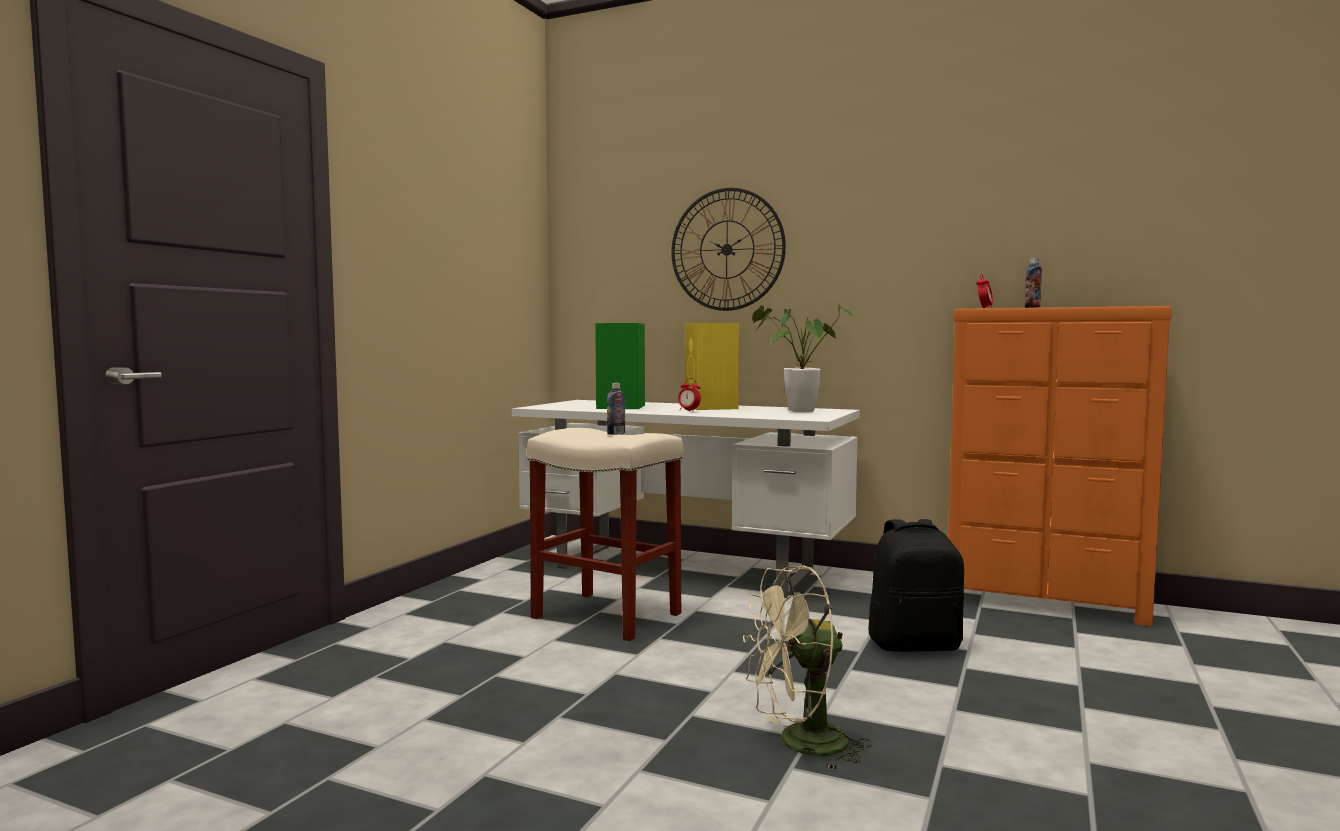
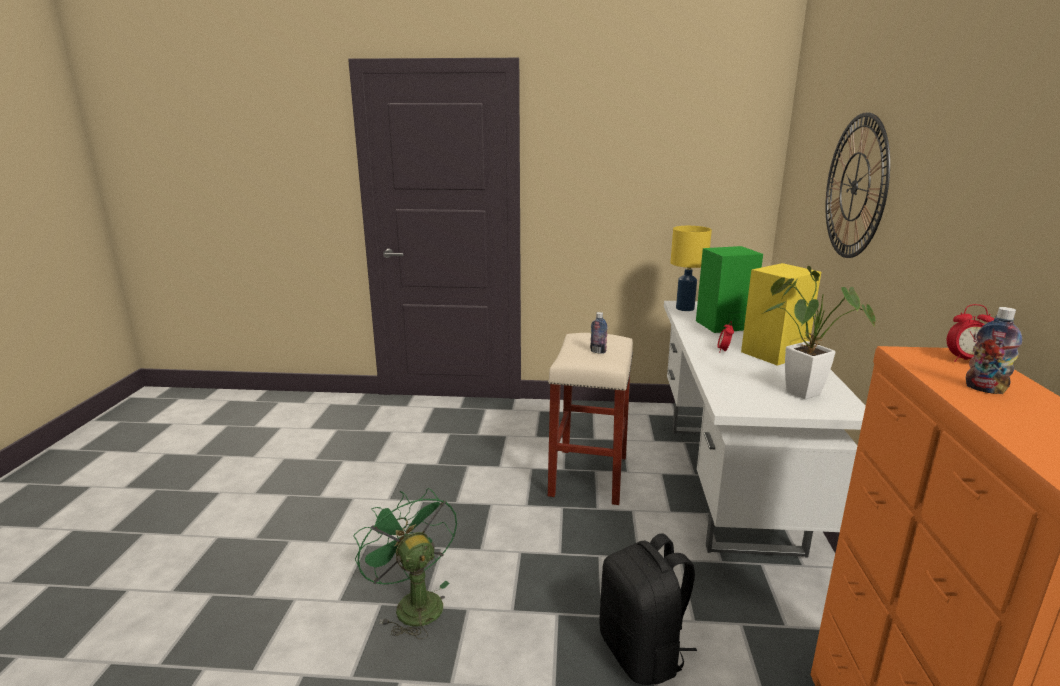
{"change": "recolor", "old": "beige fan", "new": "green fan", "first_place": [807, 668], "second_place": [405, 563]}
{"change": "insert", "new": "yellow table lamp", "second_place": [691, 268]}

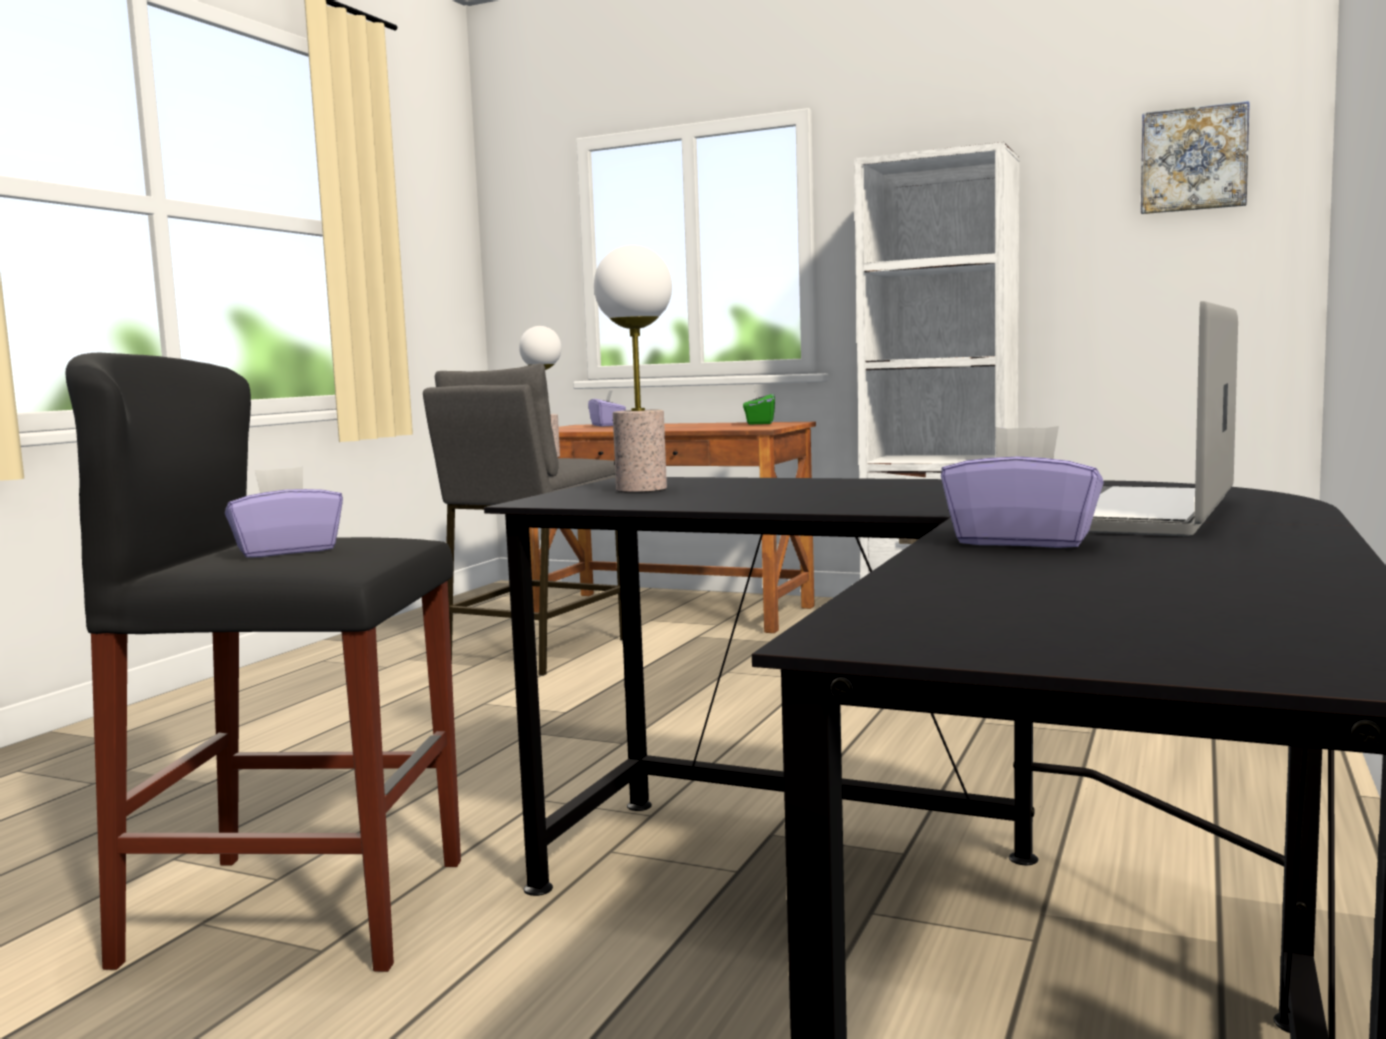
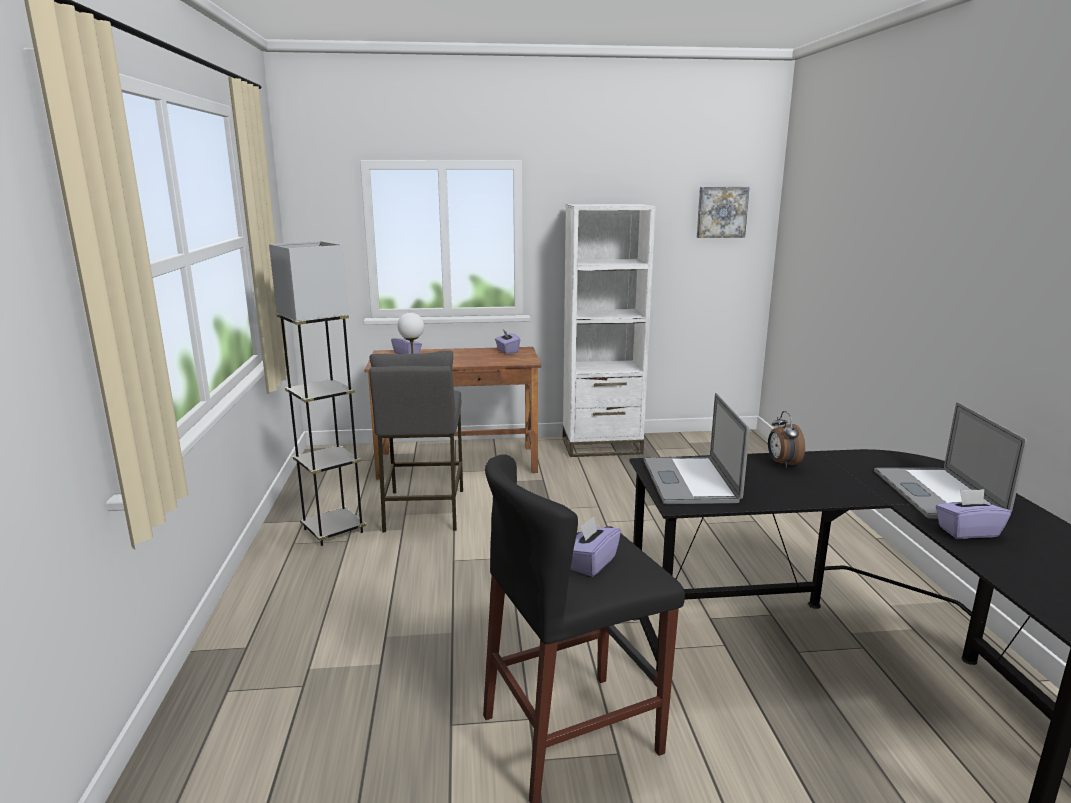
{"change": "insert", "new": "grey floor lamp", "second_place": [317, 393]}
{"change": "recolor", "old": "green tissue box", "new": "purple tissue box", "first_place": [759, 405], "second_place": [507, 342]}
{"change": "replace", "old": "table lamp", "new": "laptop", "first_place": [633, 368], "second_place": [696, 448]}
{"change": "insert", "new": "alarm clock", "second_place": [786, 439]}

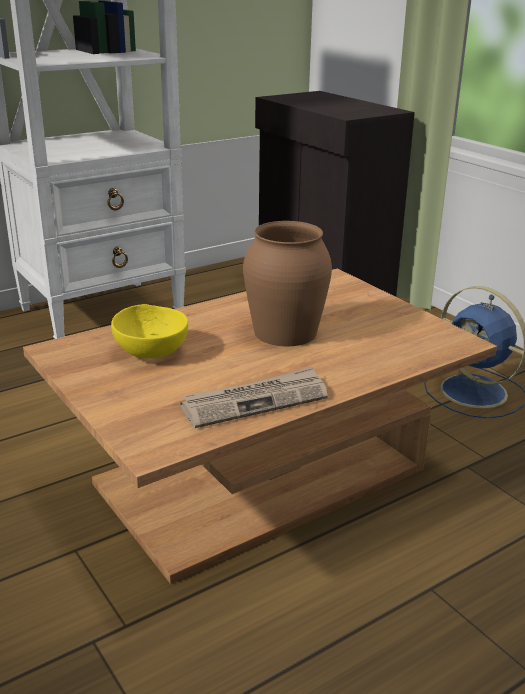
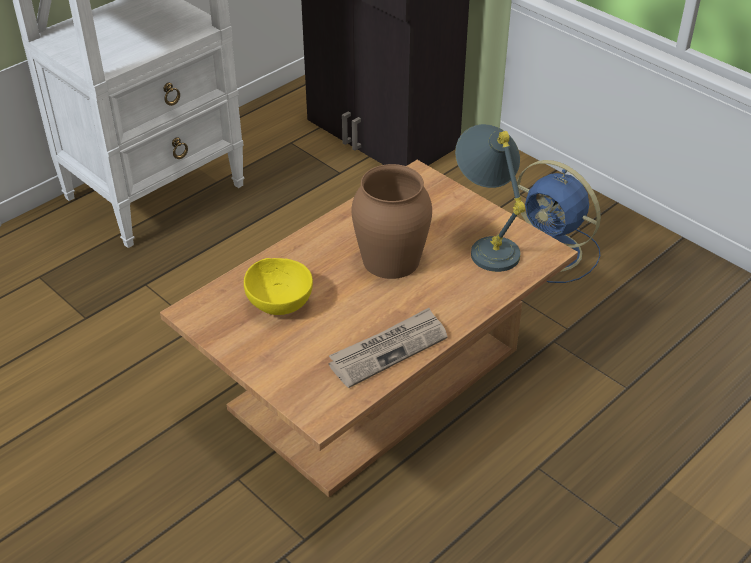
{"change": "insert", "new": "grey table lamp", "second_place": [490, 198]}

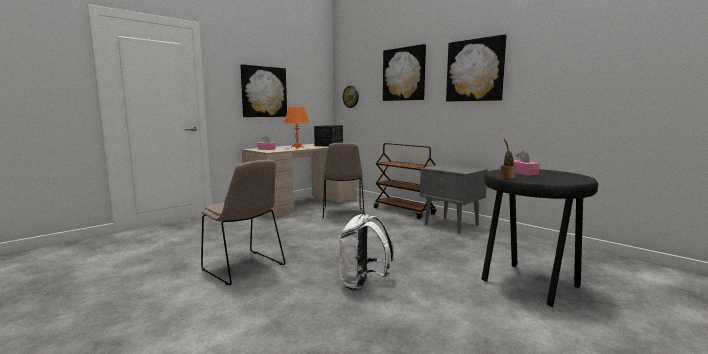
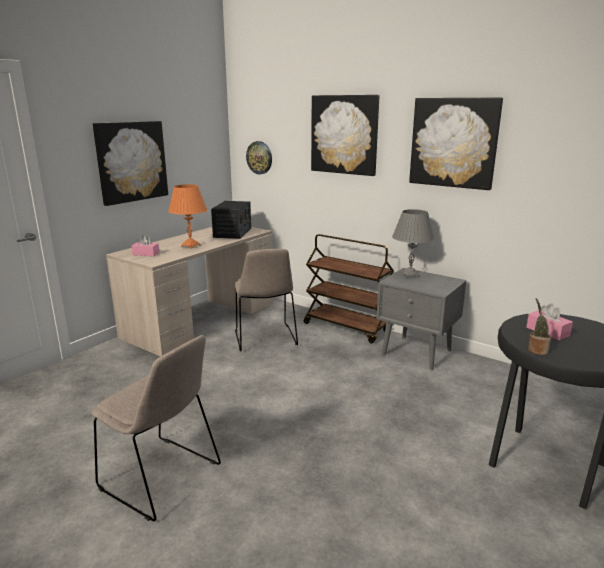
{"change": "insert", "new": "grey table lamp", "second_place": [413, 243]}
{"change": "delete", "old": "white backpack", "first_place": [366, 252]}

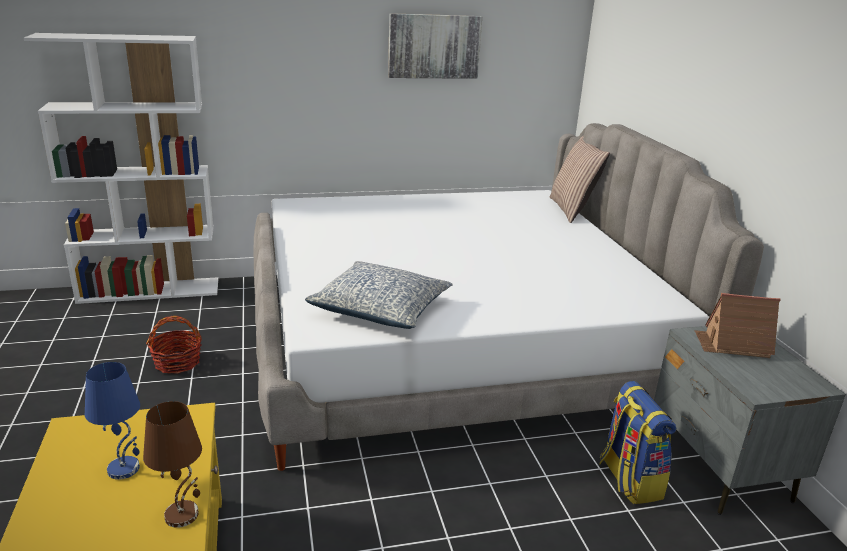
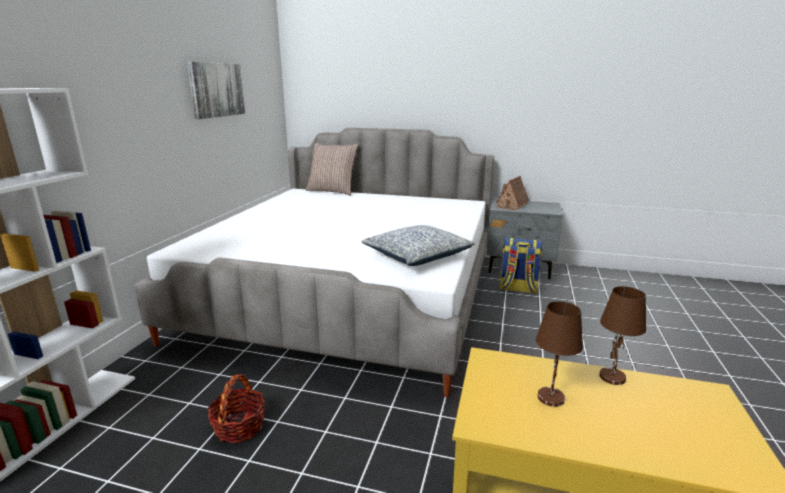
{"change": "recolor", "old": "blue table lamp", "new": "brown table lamp", "first_place": [112, 421], "second_place": [559, 354]}

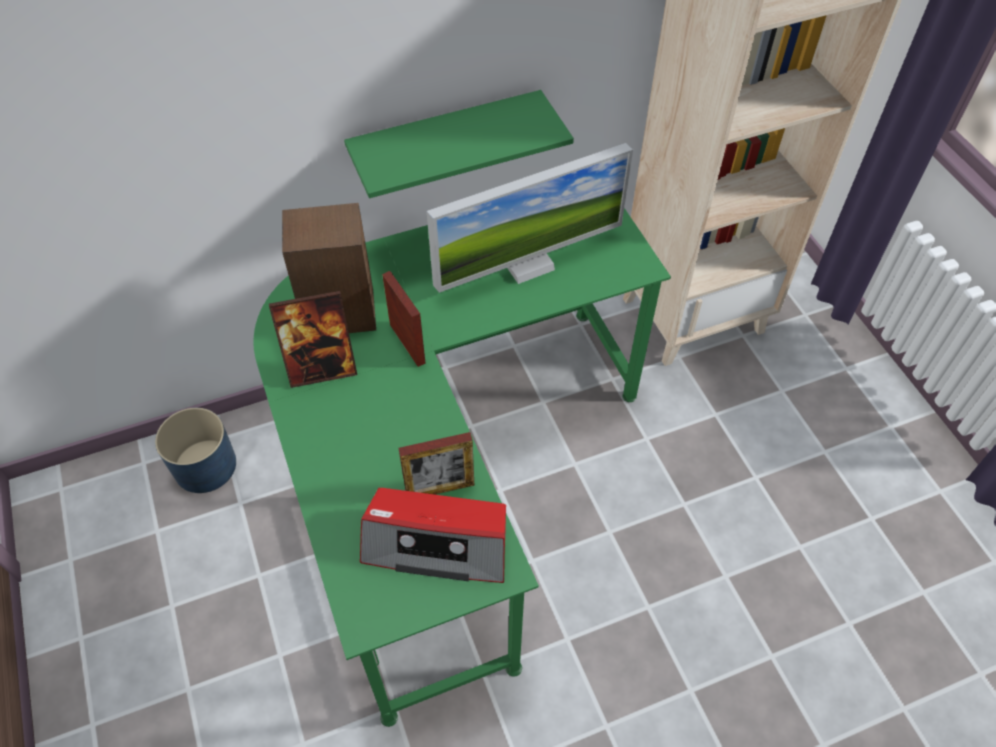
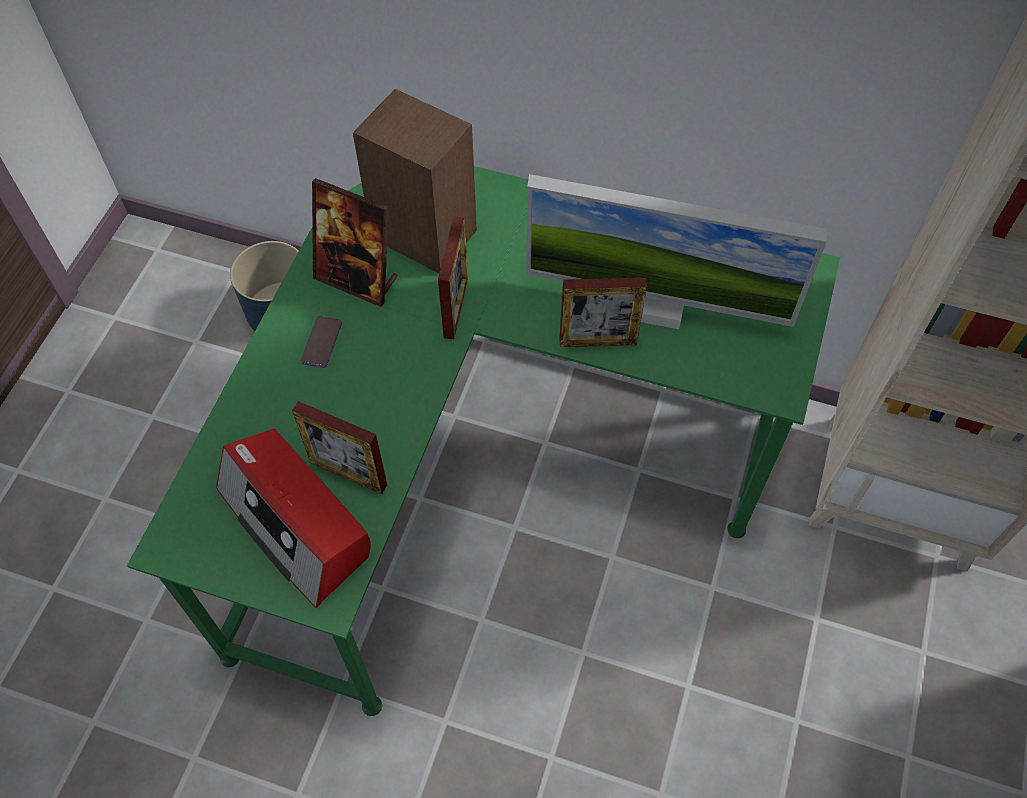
{"change": "insert", "new": "phone", "second_place": [321, 342]}
{"change": "insert", "new": "picture frame", "second_place": [603, 312]}
{"change": "delete", "old": "green shelf", "first_place": [459, 144]}

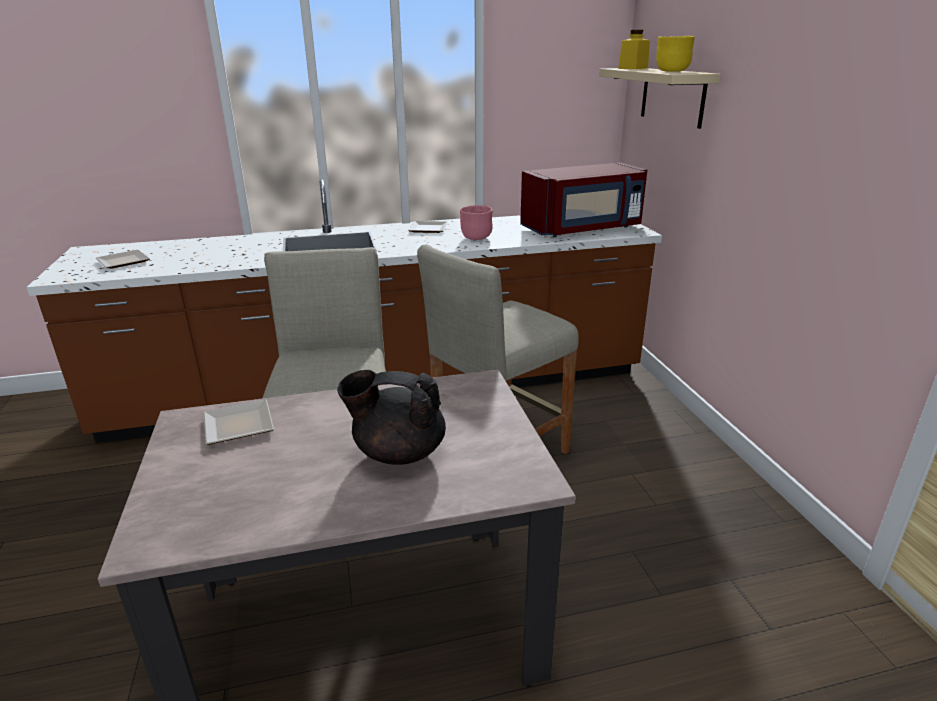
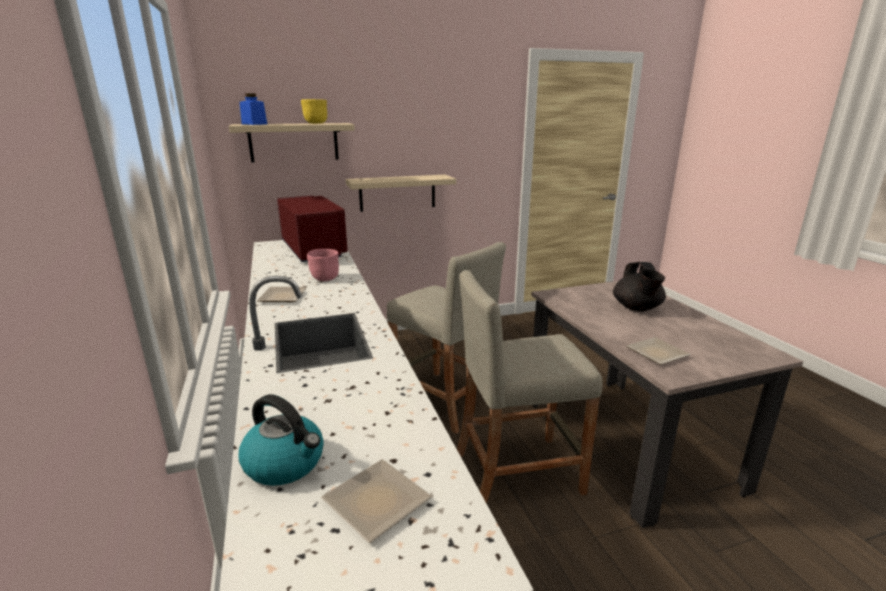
{"change": "insert", "new": "kettle", "second_place": [281, 440]}
{"change": "recolor", "old": "yellow jar", "new": "blue jar", "first_place": [634, 49], "second_place": [253, 109]}
{"change": "insert", "new": "beige shelf", "second_place": [401, 193]}

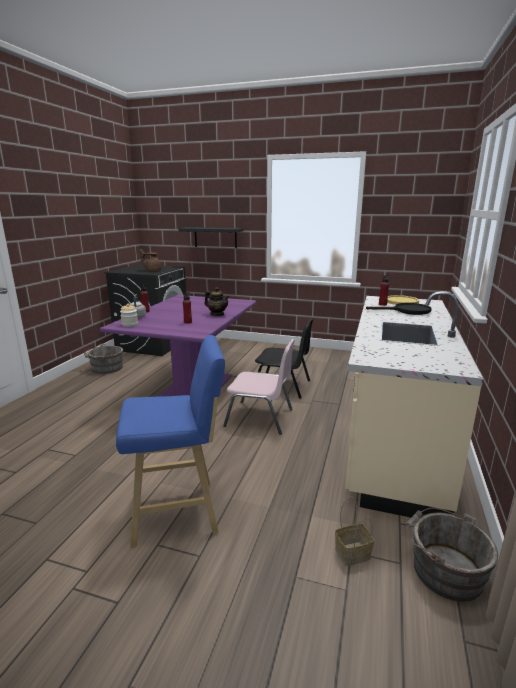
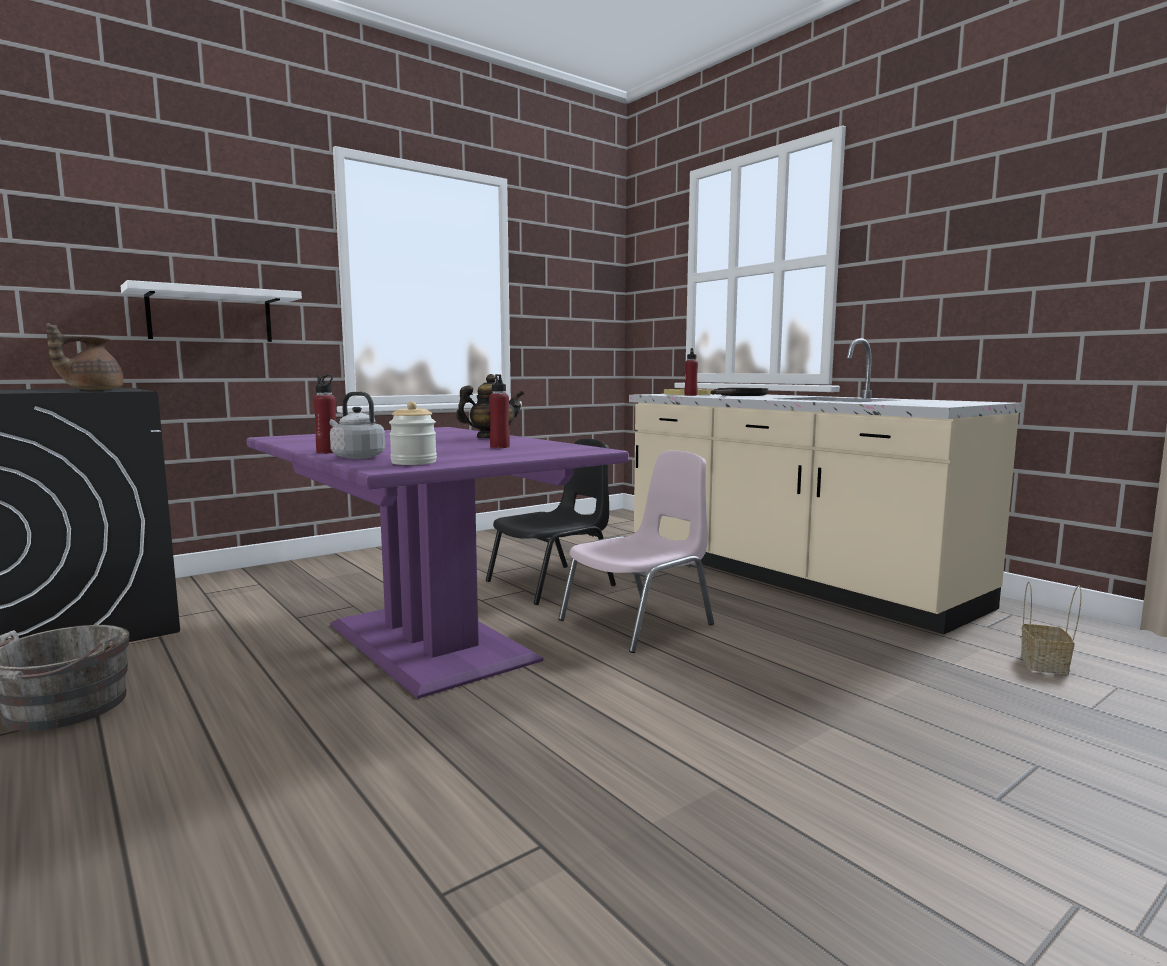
{"change": "recolor", "old": "black shelf", "new": "white shelf", "first_place": [211, 237], "second_place": [211, 311]}
{"change": "delete", "old": "blue stool", "first_place": [170, 441]}
{"change": "delete", "old": "grey bucket", "first_place": [451, 555]}

